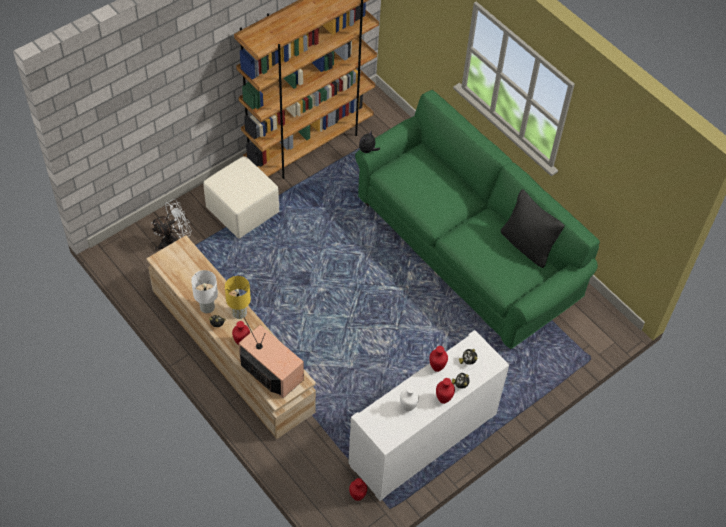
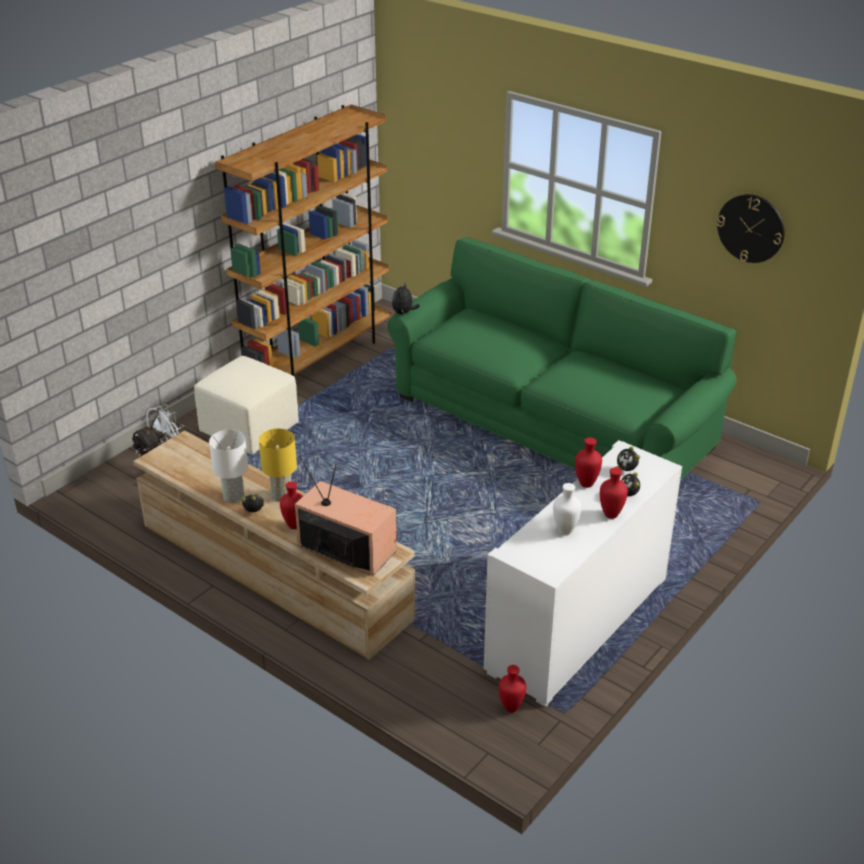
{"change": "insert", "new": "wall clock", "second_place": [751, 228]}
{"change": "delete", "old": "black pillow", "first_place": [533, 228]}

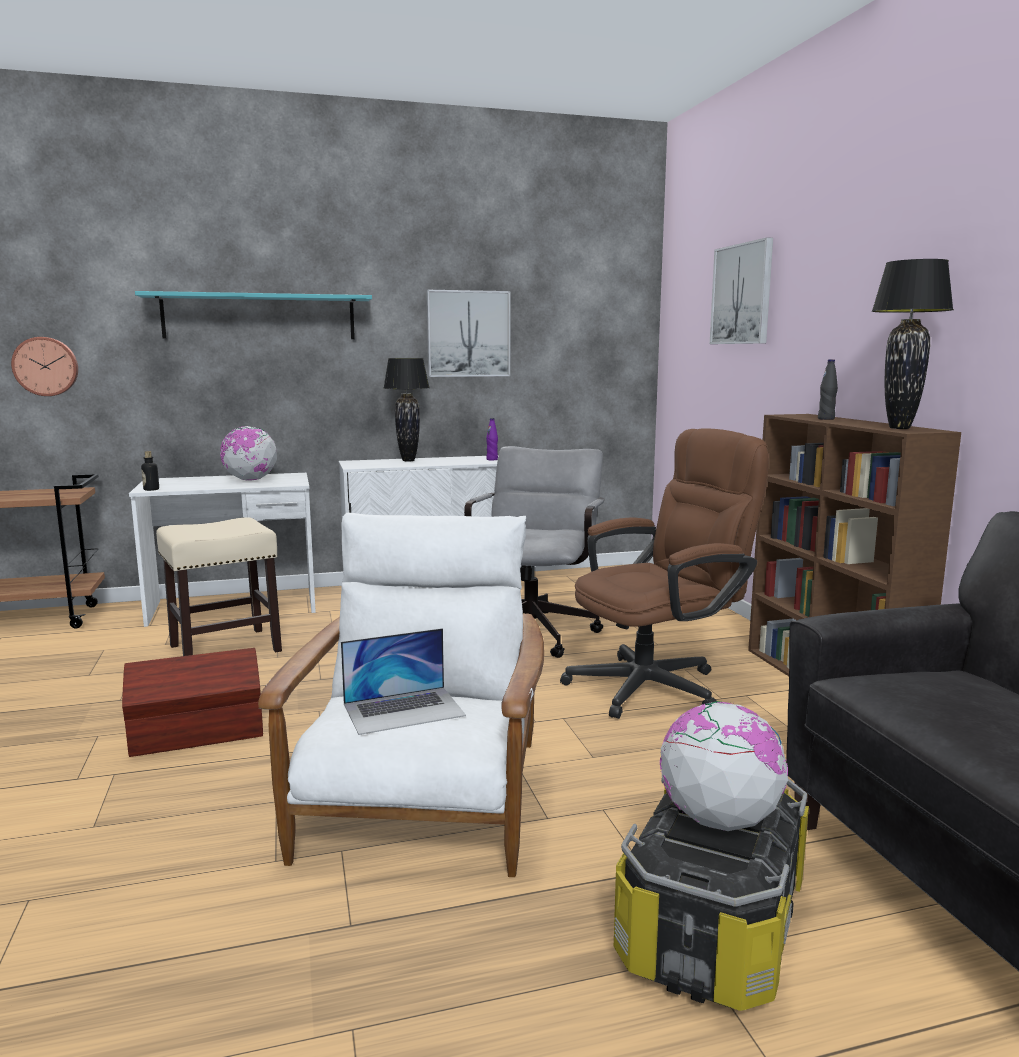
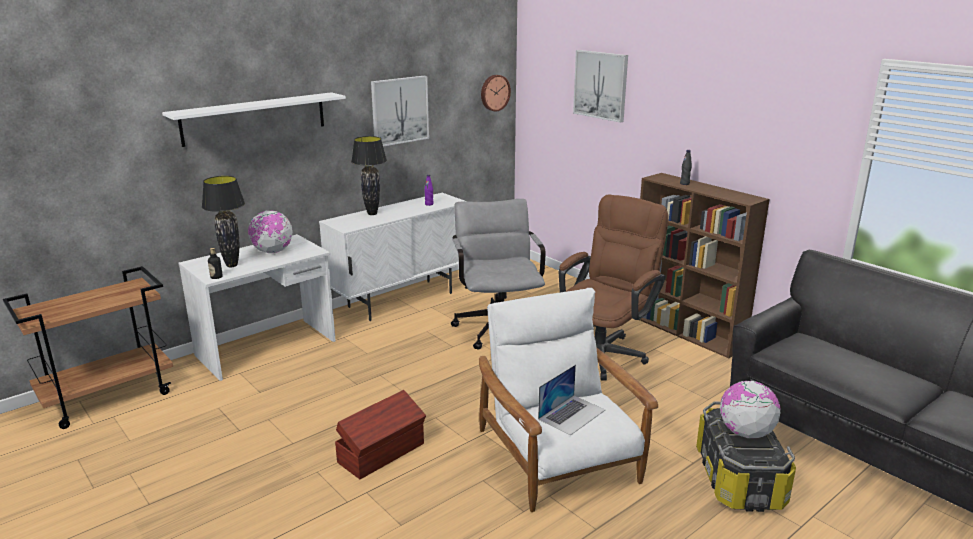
{"change": "recolor", "old": "turquoise shelf", "new": "white shelf", "first_place": [253, 315], "second_place": [254, 119]}
{"change": "move", "old": "black table lamp", "first_place": [912, 344], "second_place": [223, 221]}
{"change": "move", "old": "wall clock", "first_place": [44, 366], "second_place": [496, 93]}
{"change": "delete", "old": "beige stool", "first_place": [219, 586]}

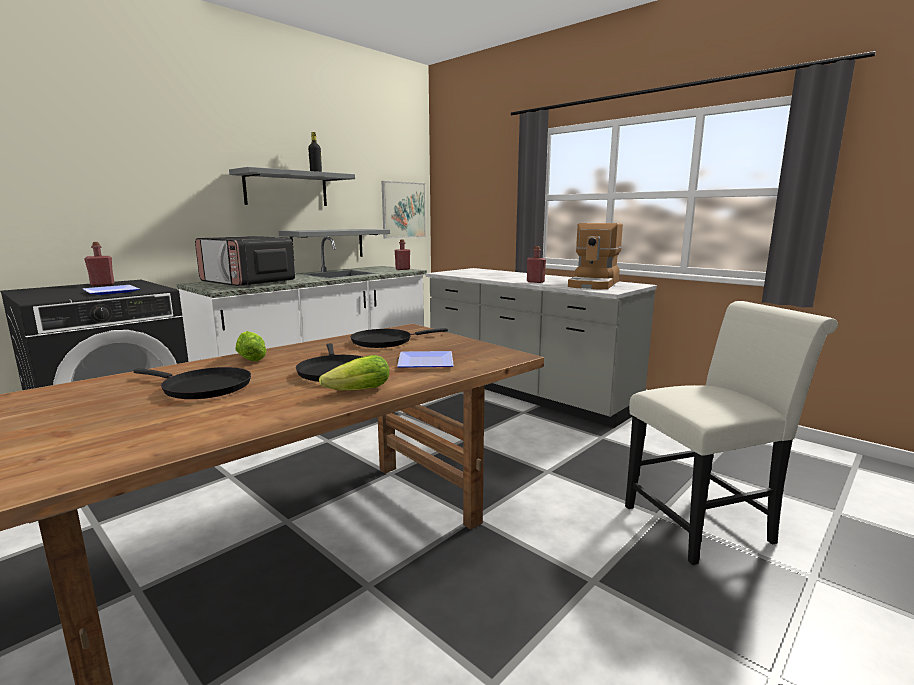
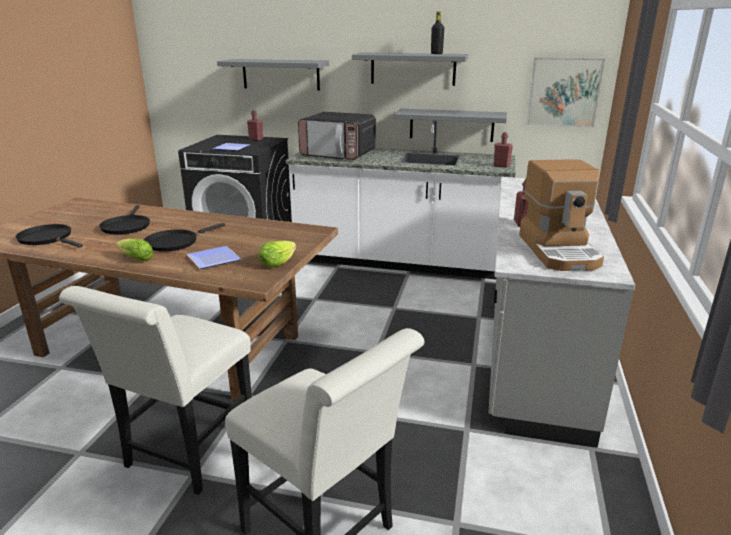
{"change": "move", "old": "black frying pan", "first_place": [399, 338], "second_place": [49, 236]}
{"change": "insert", "new": "white chair", "second_place": [155, 390]}
{"change": "insert", "new": "grey shelf", "second_place": [273, 75]}
{"change": "move", "old": "lettuce", "first_place": [251, 346], "second_place": [277, 254]}
{"change": "rotate", "old": "microwave", "first_place": [245, 261], "second_place": [337, 136], "degrees": -75}
{"change": "rotate", "old": "coffee machine", "first_place": [595, 256], "second_place": [561, 215], "degrees": -90}

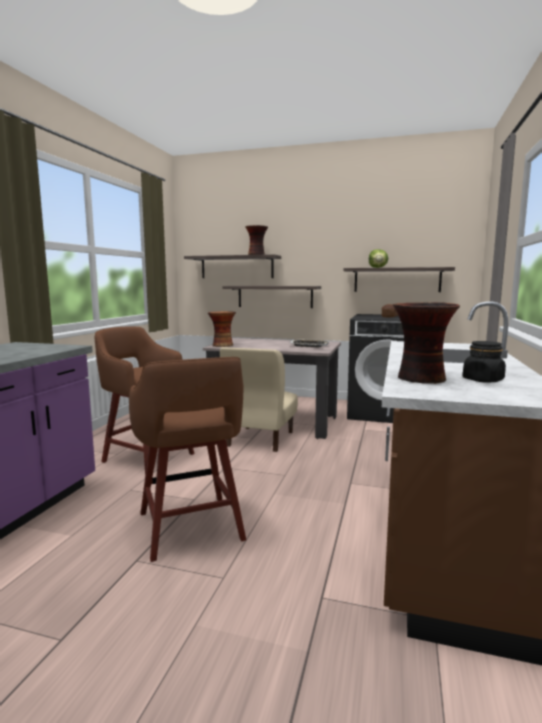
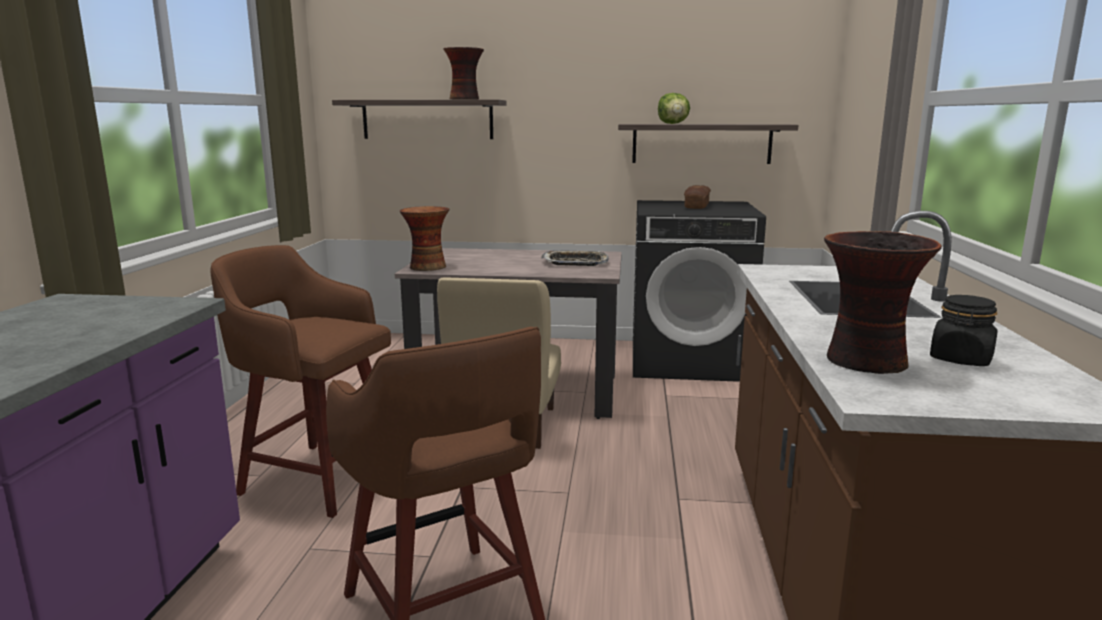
{"change": "delete", "old": "shelf", "first_place": [271, 297]}

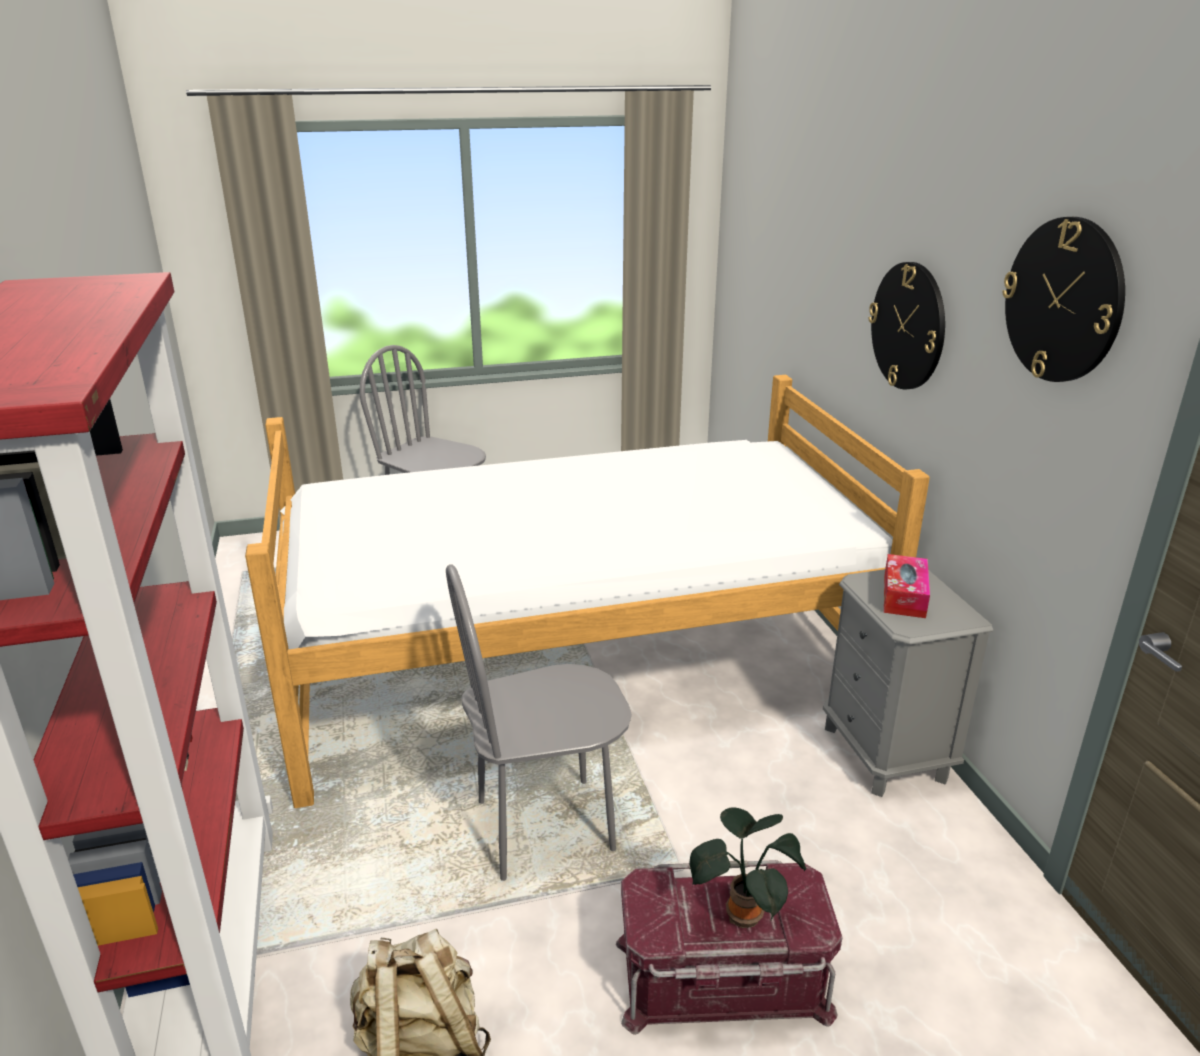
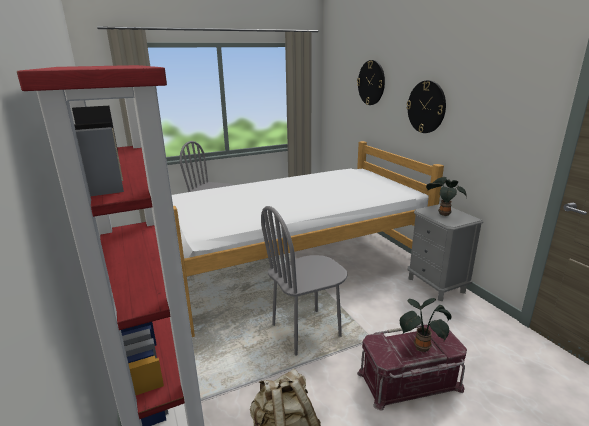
{"change": "move", "old": "wall clock", "first_place": [1063, 299], "second_place": [371, 82]}
{"change": "replace", "old": "tissue box", "new": "potted plant", "first_place": [907, 586], "second_place": [446, 196]}

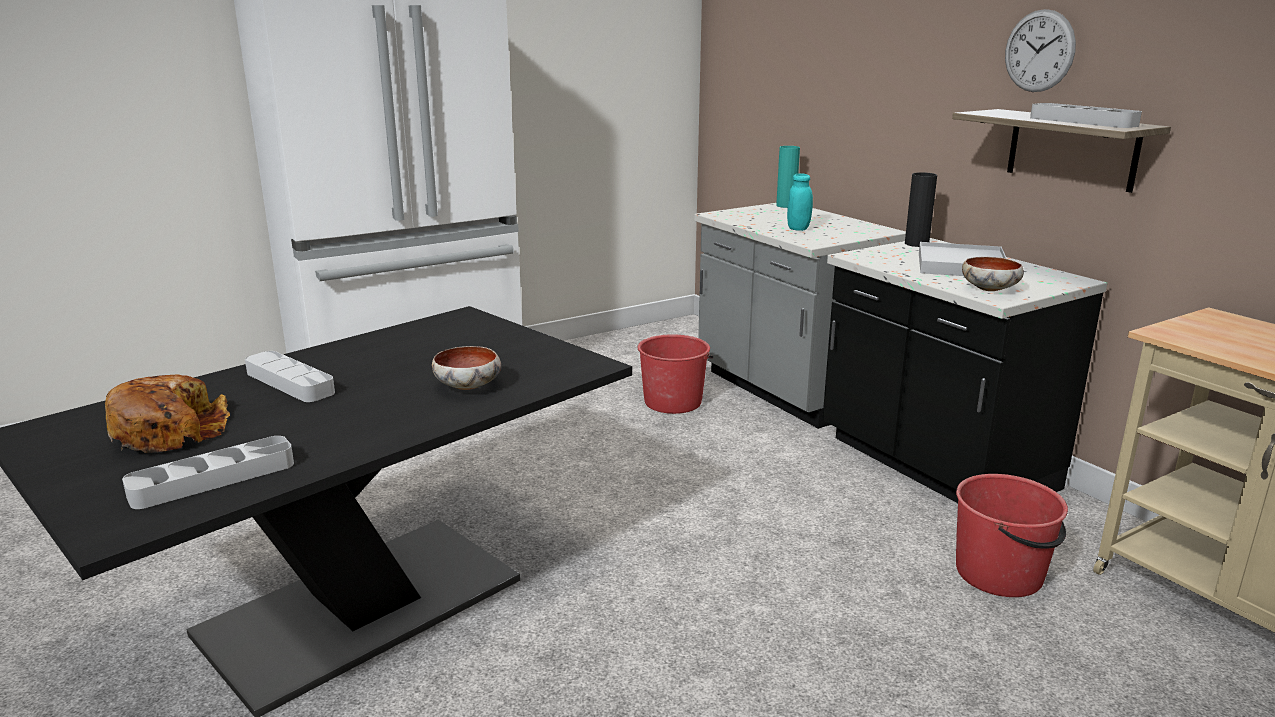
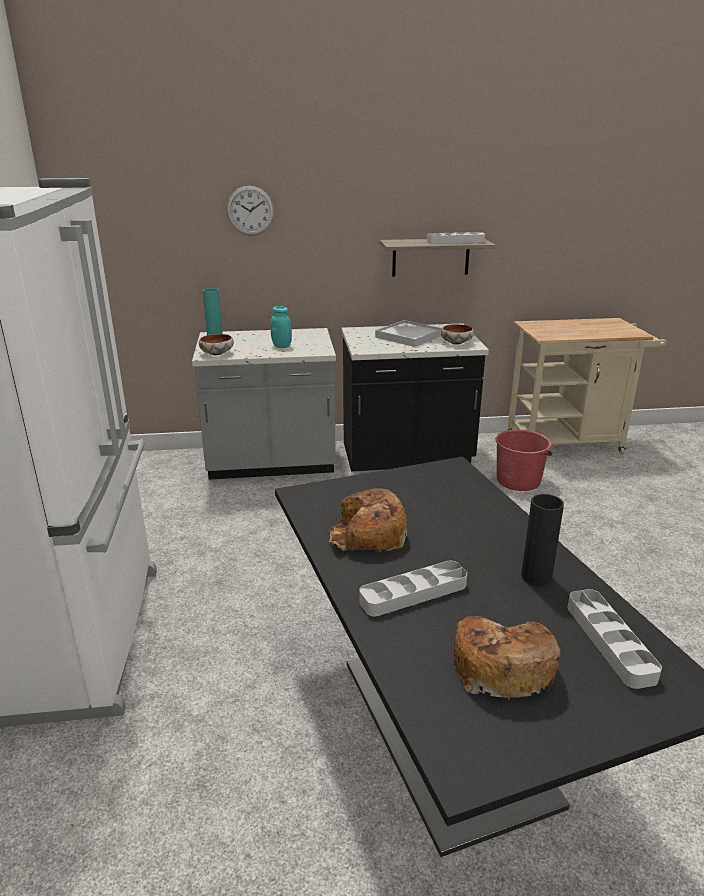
{"change": "move", "old": "bowl", "first_place": [466, 368], "second_place": [216, 344]}
{"change": "move", "old": "wall clock", "first_place": [1040, 50], "second_place": [250, 211]}
{"change": "insert", "new": "bread", "second_place": [368, 520]}
{"change": "move", "old": "black vase", "first_place": [921, 209], "second_place": [542, 540]}
{"change": "delete", "old": "red bucket", "first_place": [675, 374]}

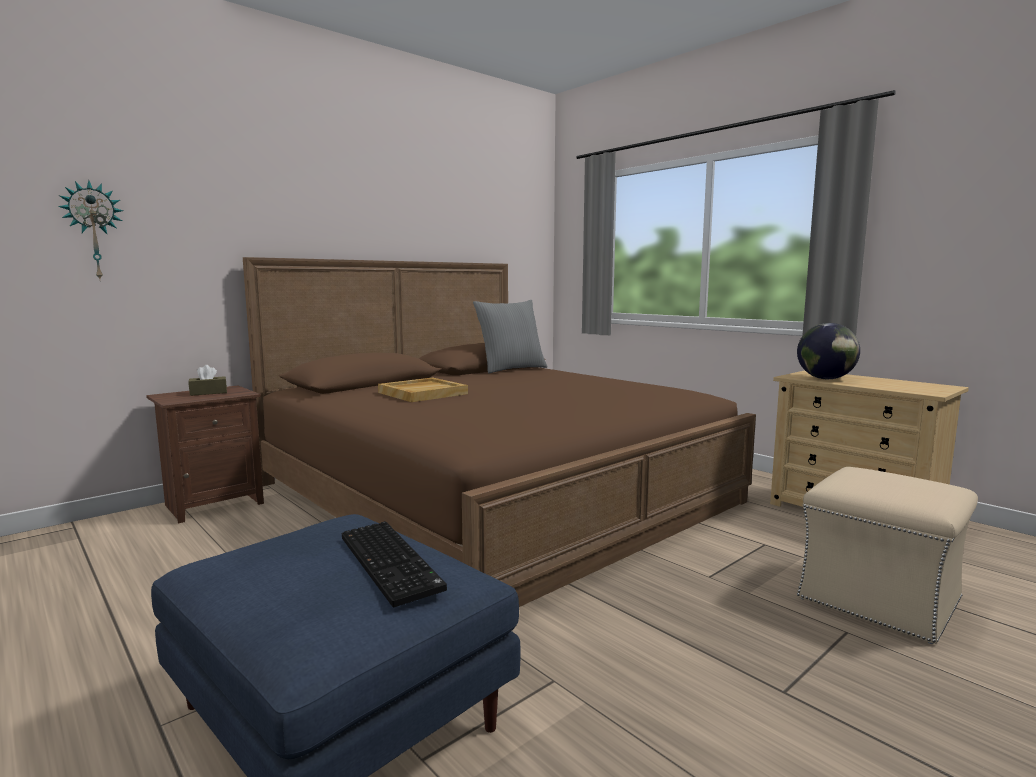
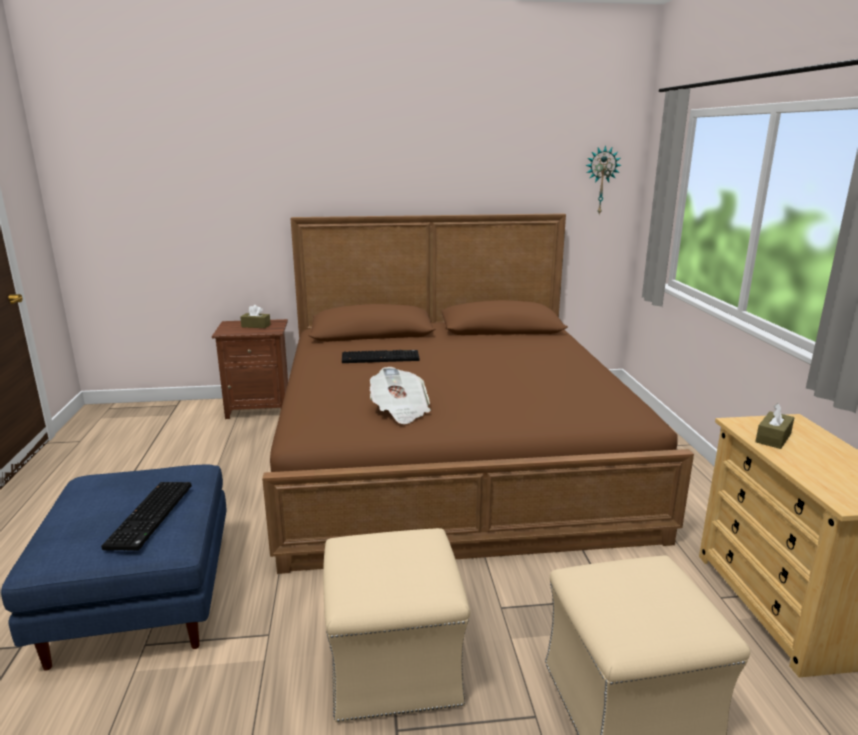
{"change": "insert", "new": "beige ottoman", "second_place": [396, 625]}
{"change": "replace", "old": "beige tray", "new": "keyboard", "first_place": [423, 389], "second_place": [380, 356]}
{"change": "insert", "new": "newspaper", "second_place": [400, 395]}
{"change": "move", "old": "wall clock", "first_place": [90, 229], "second_place": [603, 179]}
{"change": "replace", "old": "globe", "new": "brown tissue box", "first_place": [828, 351], "second_place": [774, 426]}
{"change": "delete", "old": "grey pillow", "first_place": [510, 337]}

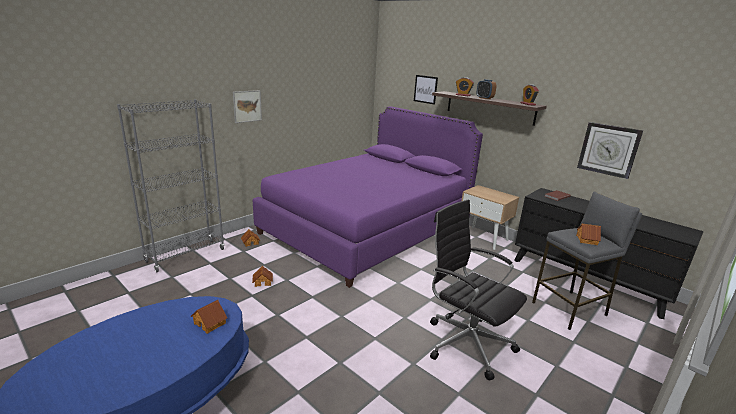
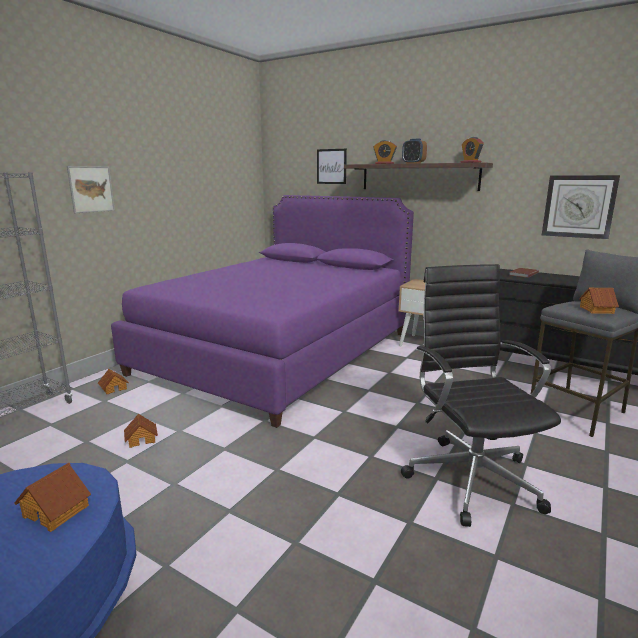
{"change": "rotate", "old": "black office chair", "first_place": [478, 290], "second_place": [481, 395], "degrees": 45}

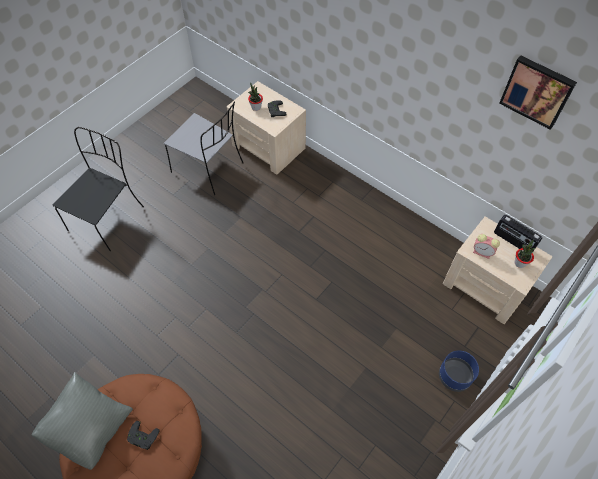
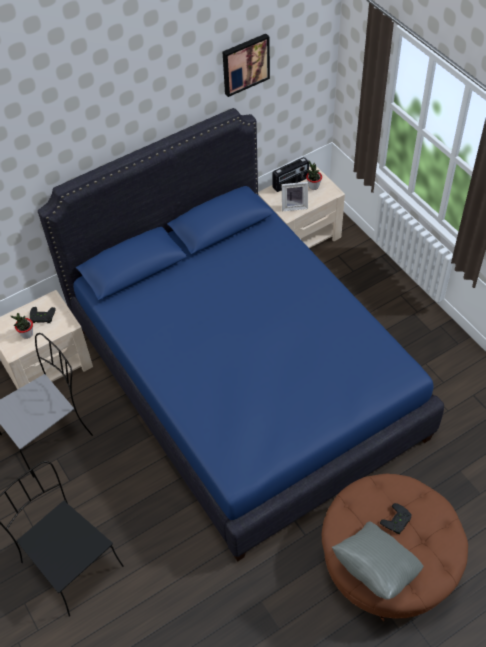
{"change": "insert", "new": "blue bed", "second_place": [241, 335]}
{"change": "replace", "old": "alarm clock", "new": "picture frame", "first_place": [486, 246], "second_place": [295, 196]}
{"change": "delete", "old": "blue planter", "first_place": [459, 371]}

